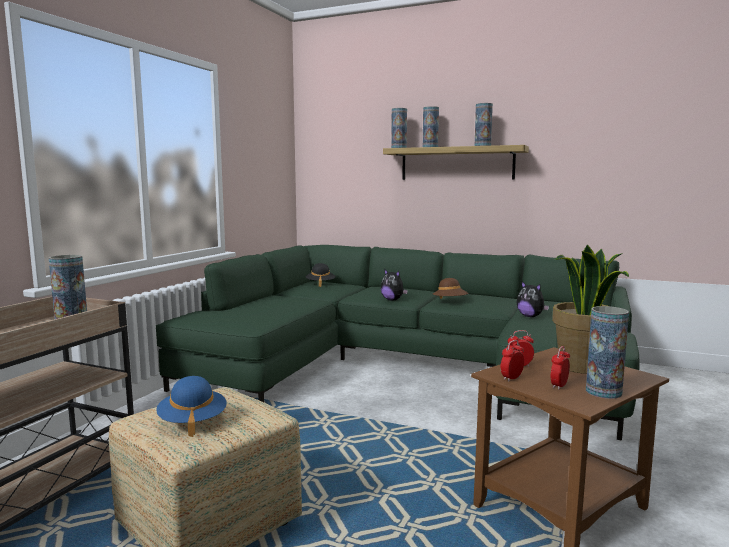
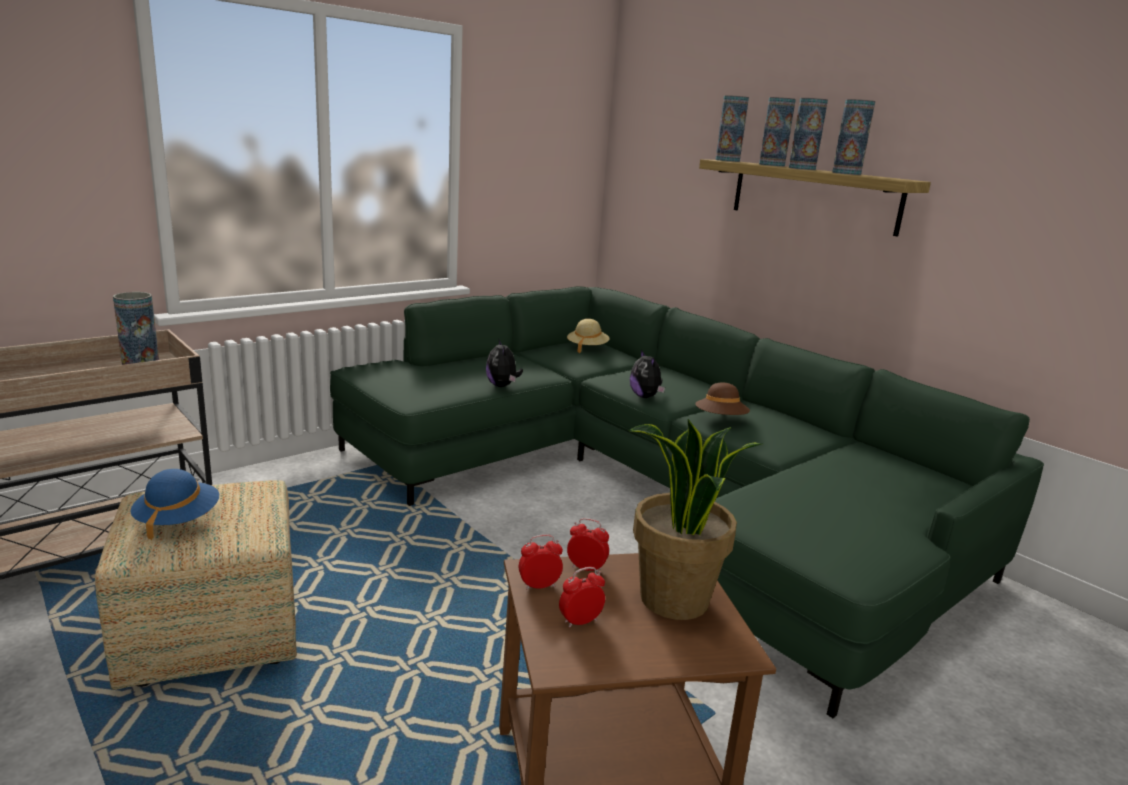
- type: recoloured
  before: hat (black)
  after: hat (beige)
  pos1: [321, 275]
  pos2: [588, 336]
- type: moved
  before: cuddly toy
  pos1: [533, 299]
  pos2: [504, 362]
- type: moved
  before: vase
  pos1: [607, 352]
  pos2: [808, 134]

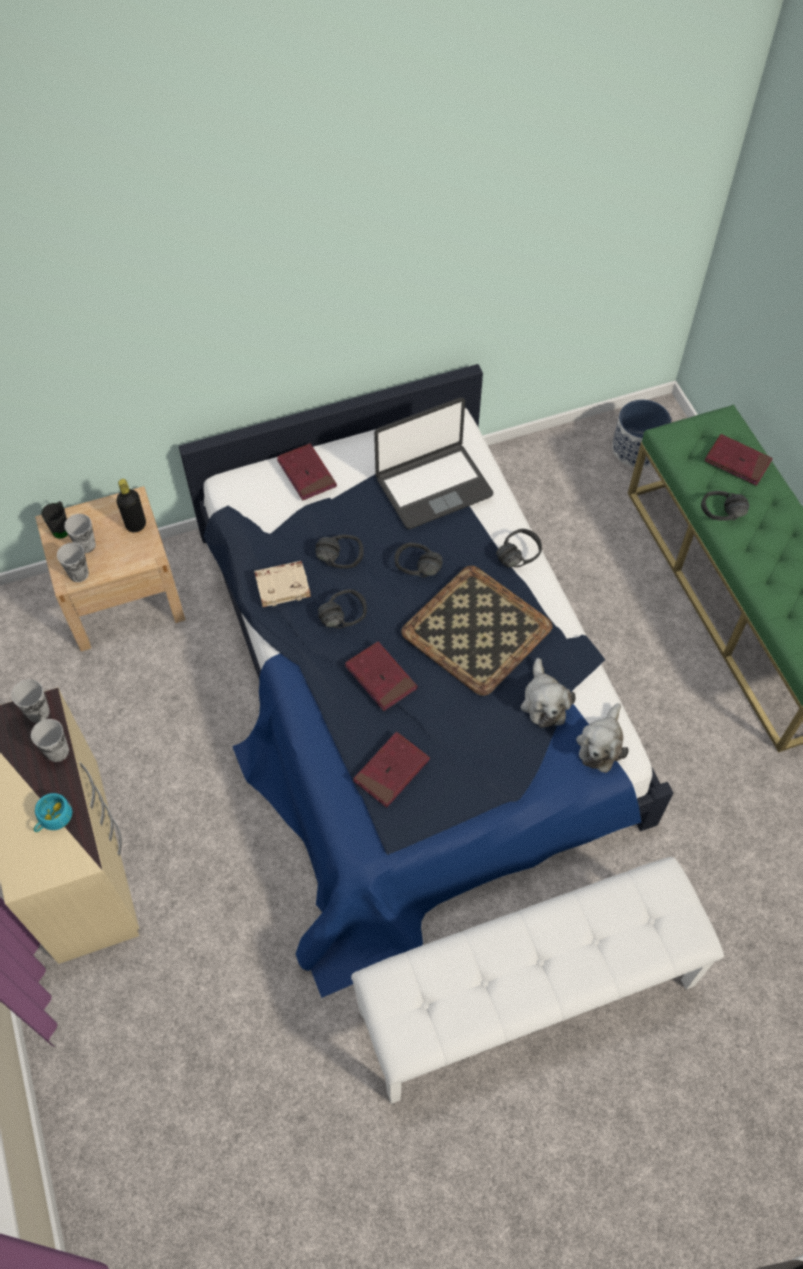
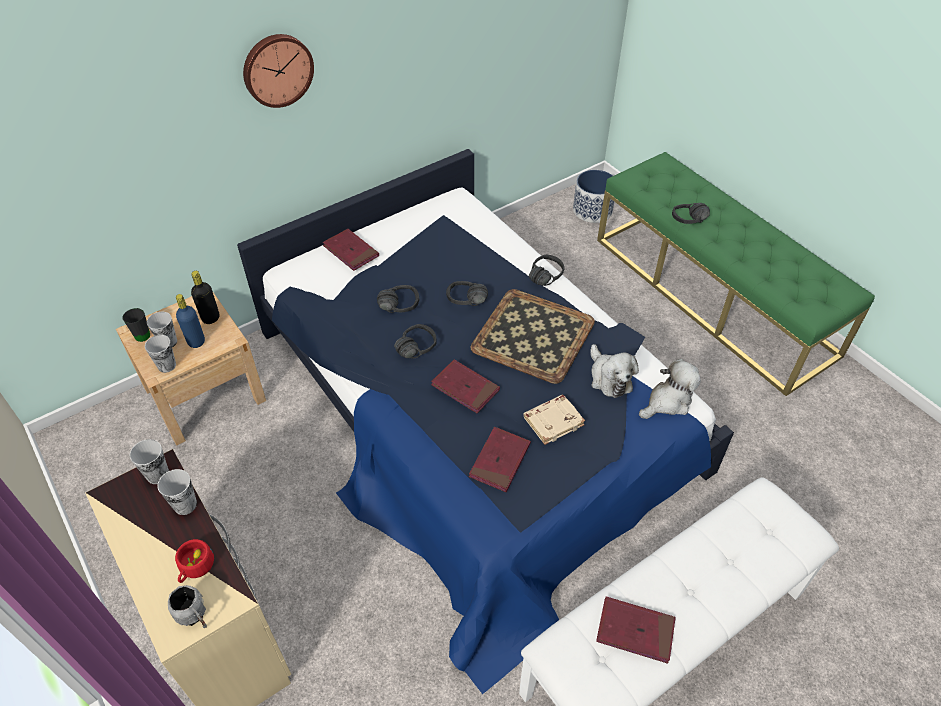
- type: recoloured
  before: small cup (turquoise)
  after: small cup (red-coloured)
  pos1: [53, 812]
  pos2: [194, 561]
- type: moved
  before: volume (beige)
  pos1: [282, 584]
  pos2: [554, 419]
- type: removed
  before: notebook computer
  pos1: [433, 463]
- type: turned
  before: cuddly toy
  pos1: [602, 738]
  pos2: [670, 389]
  turn: -135
- type: moved
  before: volume (red-coloured)
  pos1: [738, 460]
  pos2: [636, 630]
- type: added
  after: tea mug (gray)
  pos2: [187, 606]
- type: added
  after: bottle (bluish)
  pos2: [190, 321]
- type: added
  after: clock on the wall
  pos2: [278, 71]

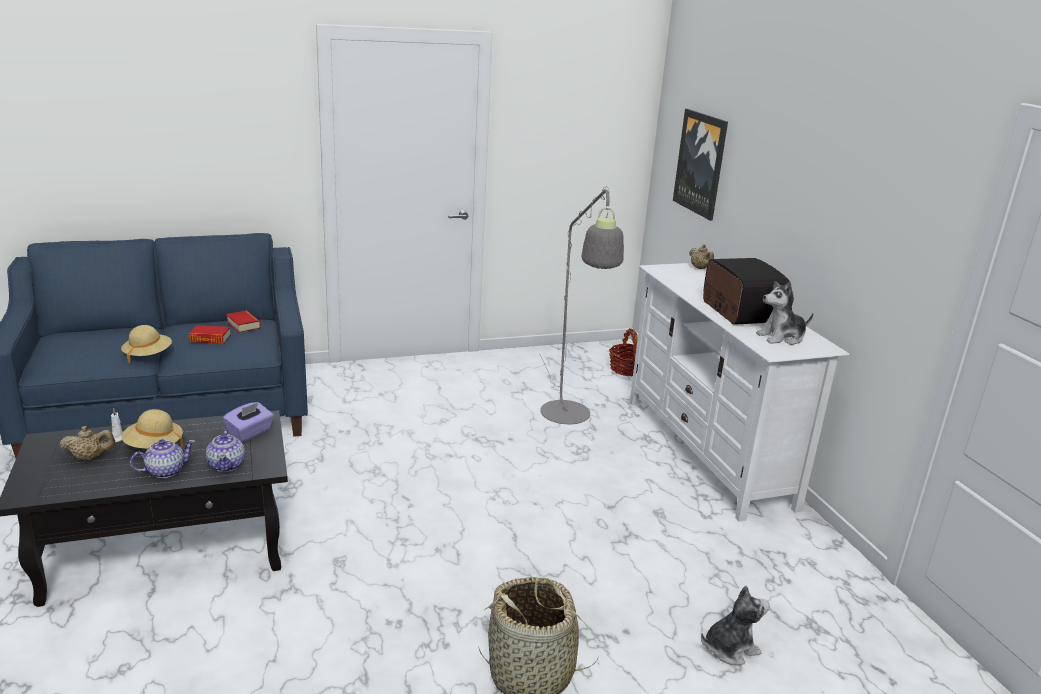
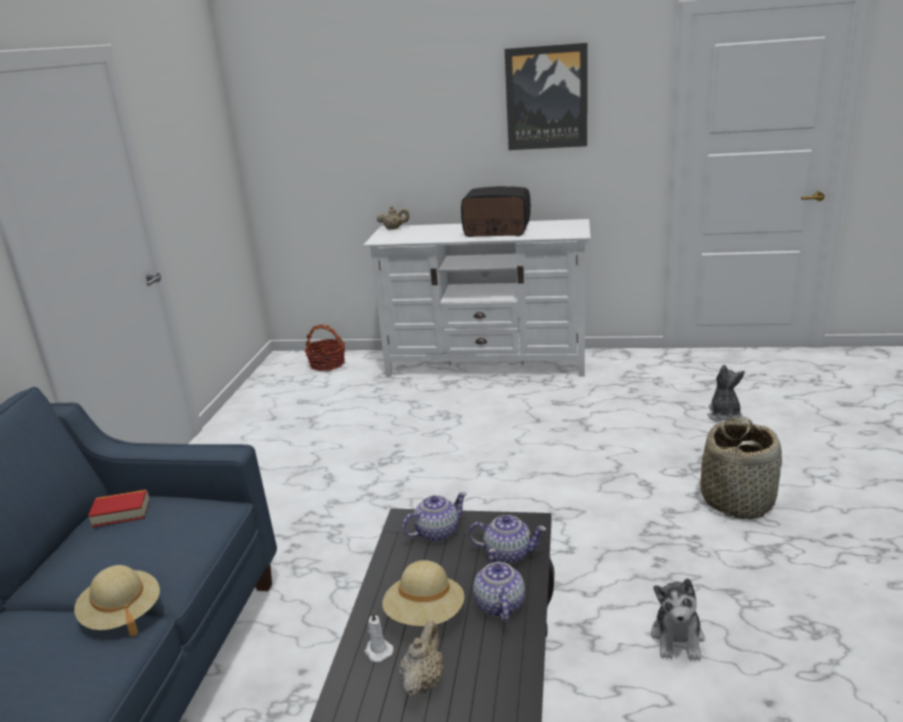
- type: removed
  before: volume
  pos1: [210, 334]
- type: replaced
  before: tissue box (purple)
  after: tea pot
  pos1: [248, 422]
  pos2: [434, 517]
- type: removed
  before: floor lamp (gray)
  pos1: [582, 305]
- type: moved
  before: picture
  pos1: [700, 165]
  pos2: [546, 96]
- type: moved
  before: cuddly toy
  pos1: [785, 313]
  pos2: [678, 619]

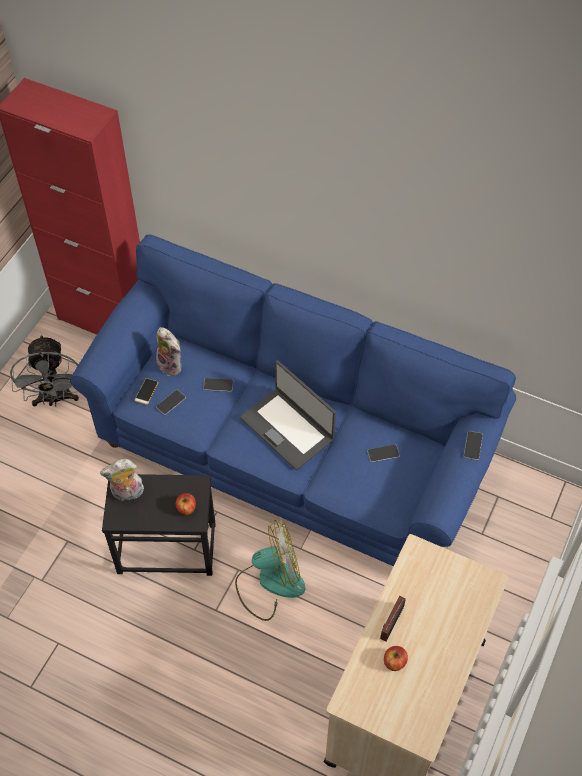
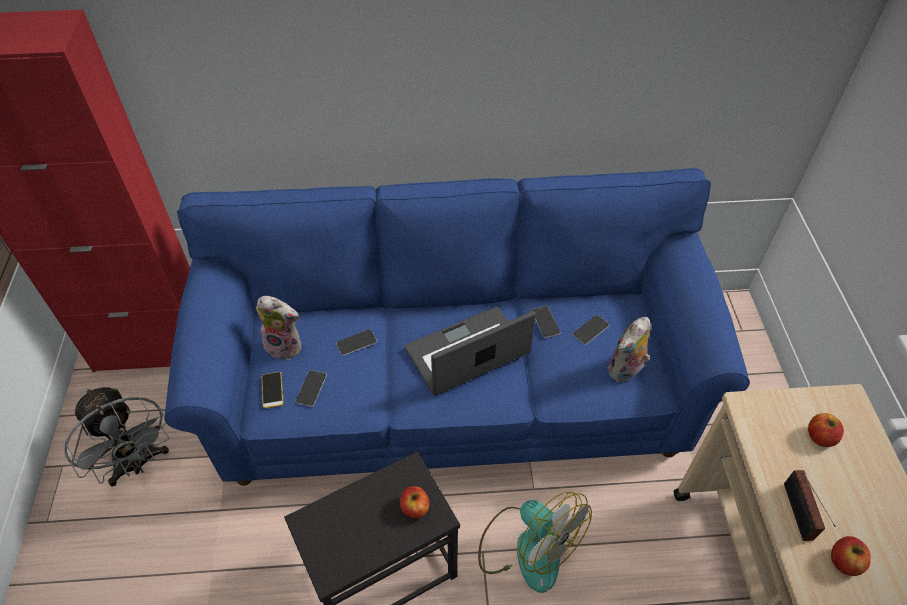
- type: moved
  before: cuddly toy
  pos1: [122, 480]
  pos2: [629, 350]
- type: turned
  before: electric fan
  pos1: [270, 570]
  pos2: [535, 542]
  turn: 90
- type: turned
  before: notebook computer
  pos1: [288, 415]
  pos2: [470, 350]
  turn: 135
- type: moved
  before: phone
  pos1: [473, 445]
  pos2: [546, 322]
- type: added
  after: apple
  pos2: [826, 430]

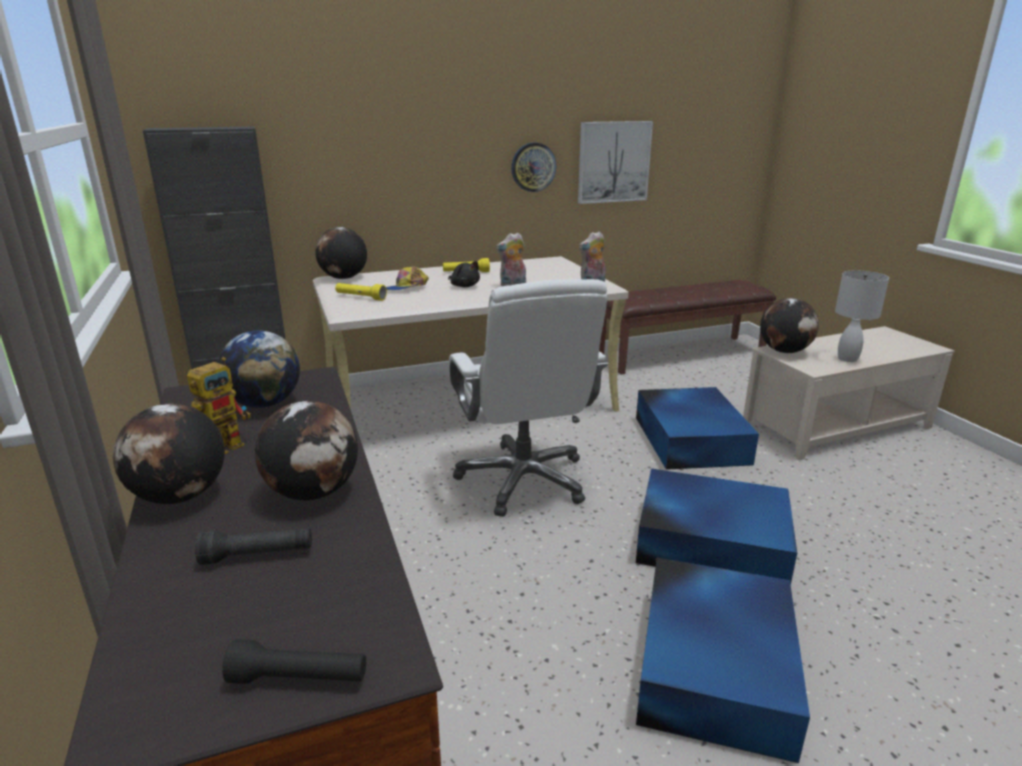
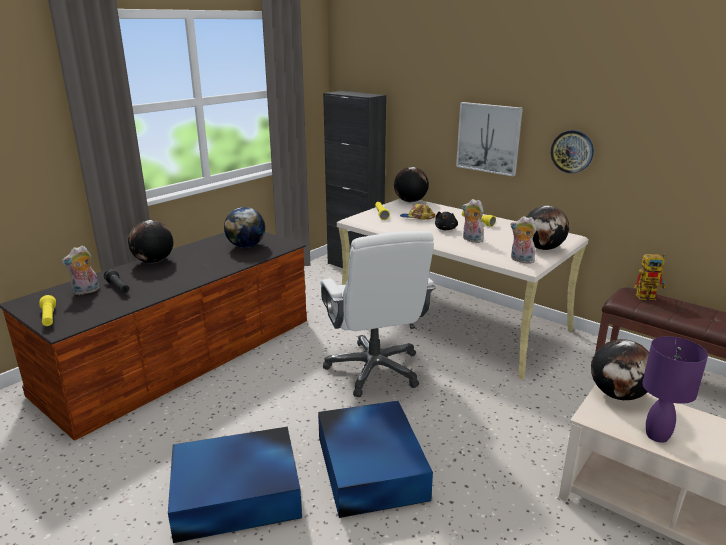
- type: moved
  before: robot figure
  pos1: [219, 405]
  pos2: [650, 277]
- type: recoloured
  before: hand torch (black)
  after: hand torch (yellow-coloured)
  pos1: [294, 661]
  pos2: [47, 310]
- type: moved
  before: desk globe
  pos1: [306, 451]
  pos2: [548, 227]
- type: turned
  before: desk chair (white)
  pos1: [529, 398]
  pos2: [378, 314]
  turn: -60
- type: moved
  before: picture
  pos1: [615, 162]
  pos2: [489, 139]
- type: removed
  before: storage bin (bluish)
  pos1: [697, 428]
- type: recoloured
  before: lamp for a table (white)
  after: lamp for a table (purple)
  pos1: [862, 316]
  pos2: [675, 389]
- type: added
  after: cuddly toy
  pos2: [80, 270]

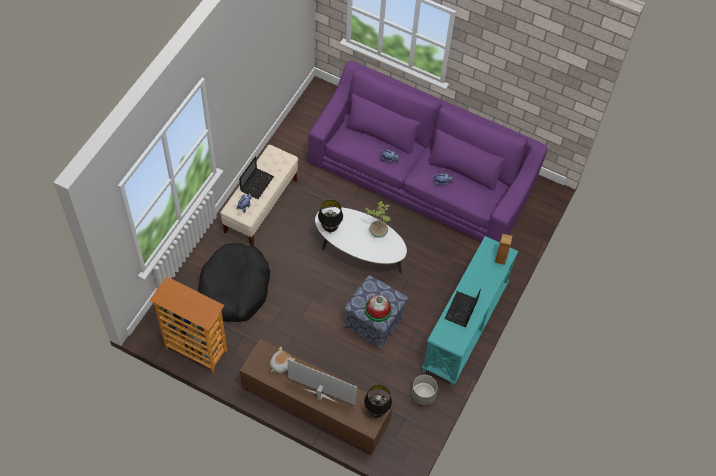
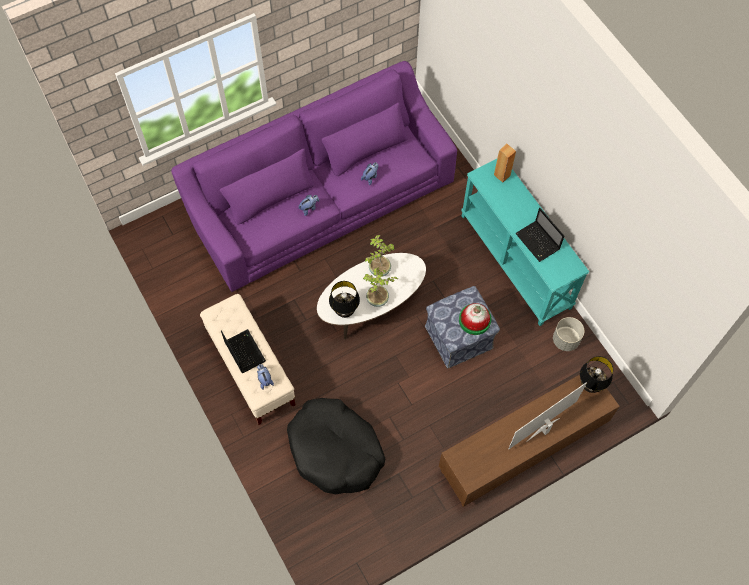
- type: removed
  before: bookcase
  pos1: [188, 324]
- type: removed
  before: cuddly toy
  pos1: [282, 359]
- type: added
  after: potted plant
  pos2: [380, 287]

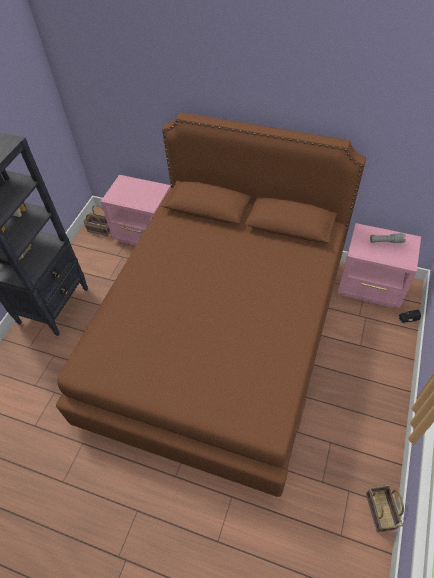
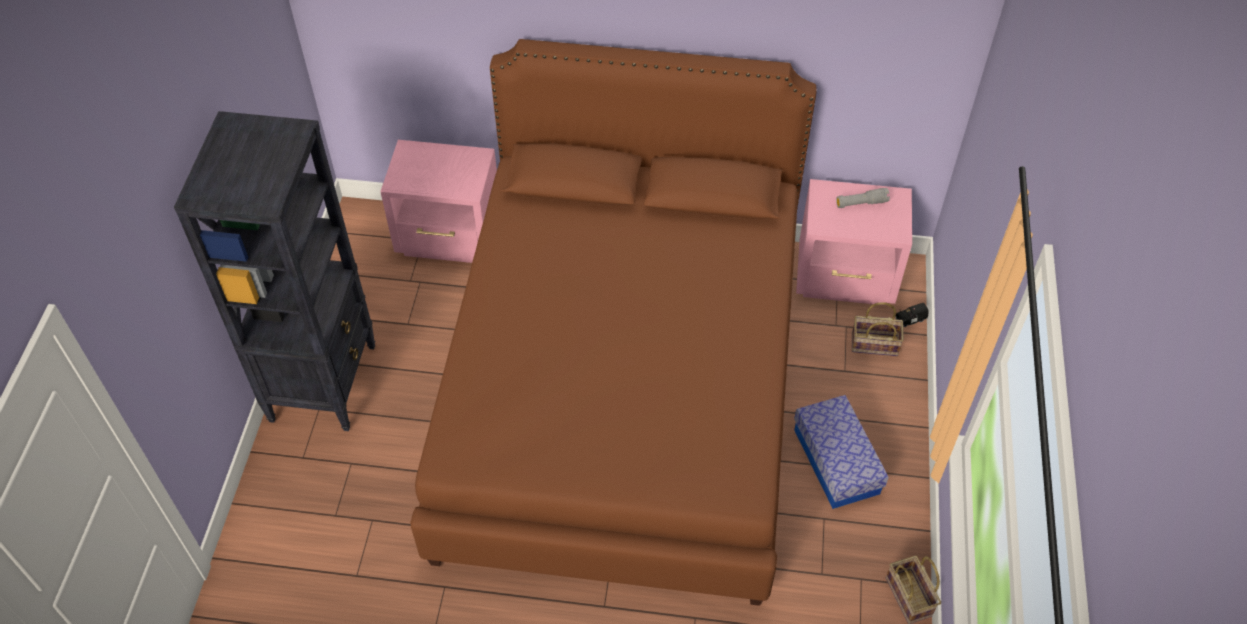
- type: moved
  before: basket
  pos1: [96, 220]
  pos2: [878, 329]
- type: added
  after: storage bin
  pos2: [841, 452]

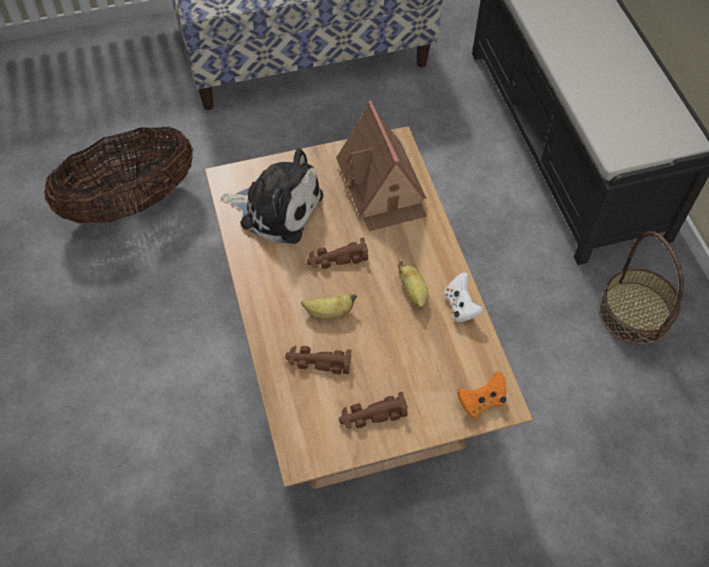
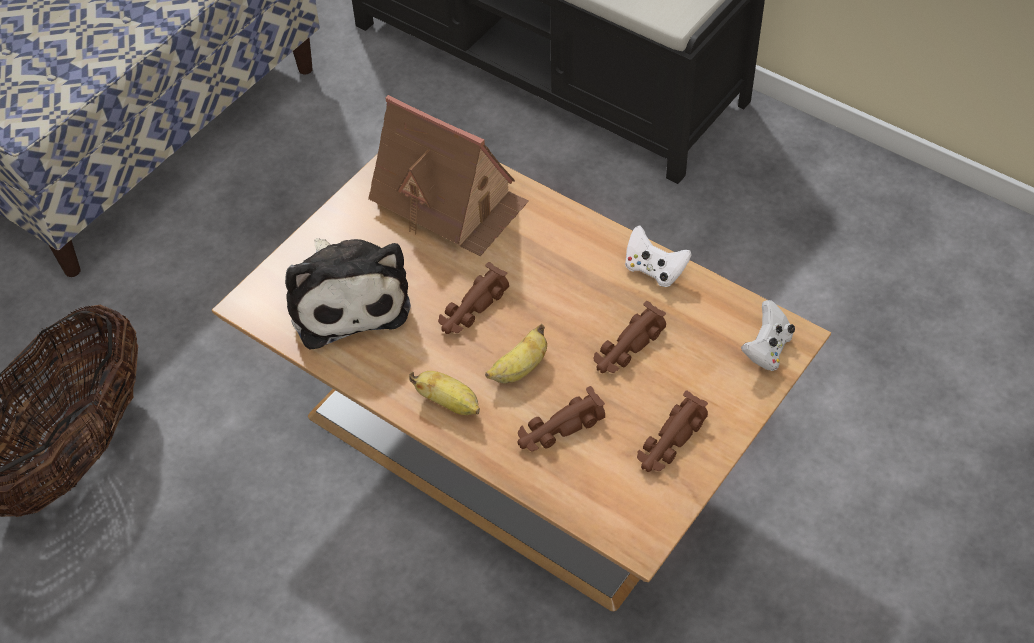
- type: turned
  before: cuddly toy
  pos1: [271, 196]
  pos2: [348, 293]
  turn: 90
- type: moved
  before: whole banana
  pos1: [413, 285]
  pos2: [444, 393]
- type: recoloured
  before: joypad (orangey)
  after: joypad (white)
  pos1: [482, 394]
  pos2: [768, 335]
- type: removed
  before: basket
  pos1: [641, 288]
- type: added
  after: toy car (brown-coloured)
  pos2: [629, 337]

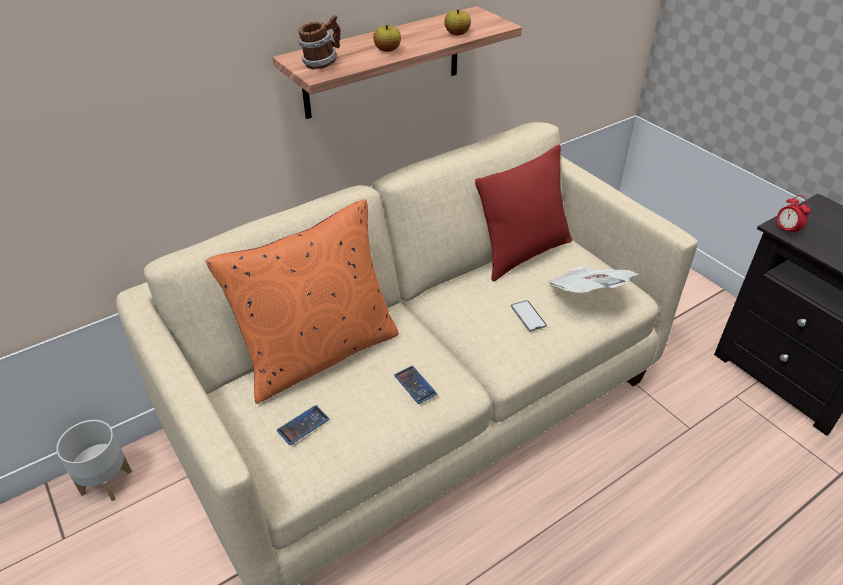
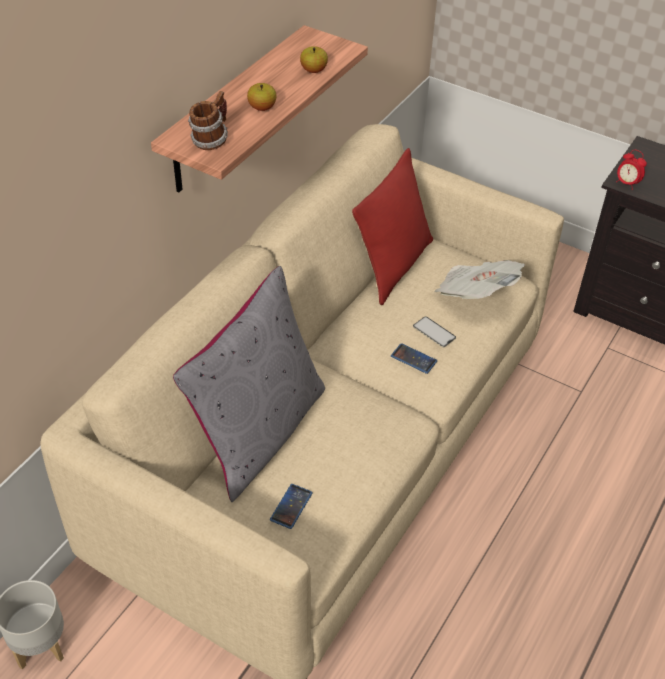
- type: recoloured
  before: pillow (orangey)
  after: pillow (gray)
  pos1: [302, 301]
  pos2: [249, 384]
- type: moved
  before: phone
  pos1: [415, 385]
  pos2: [414, 358]

